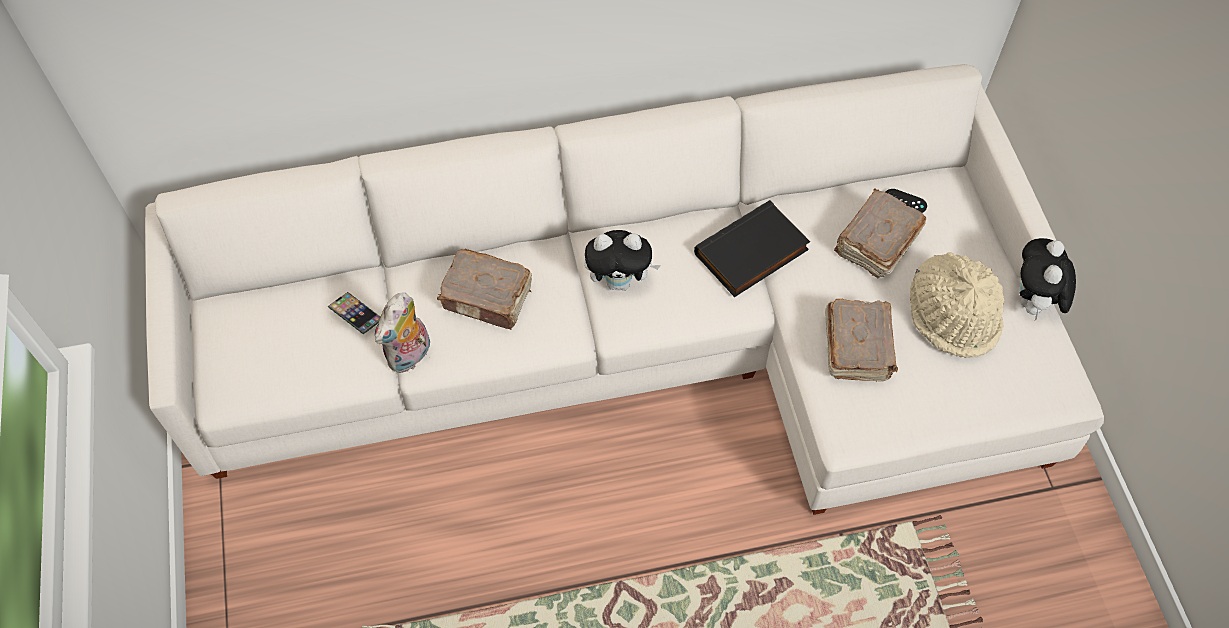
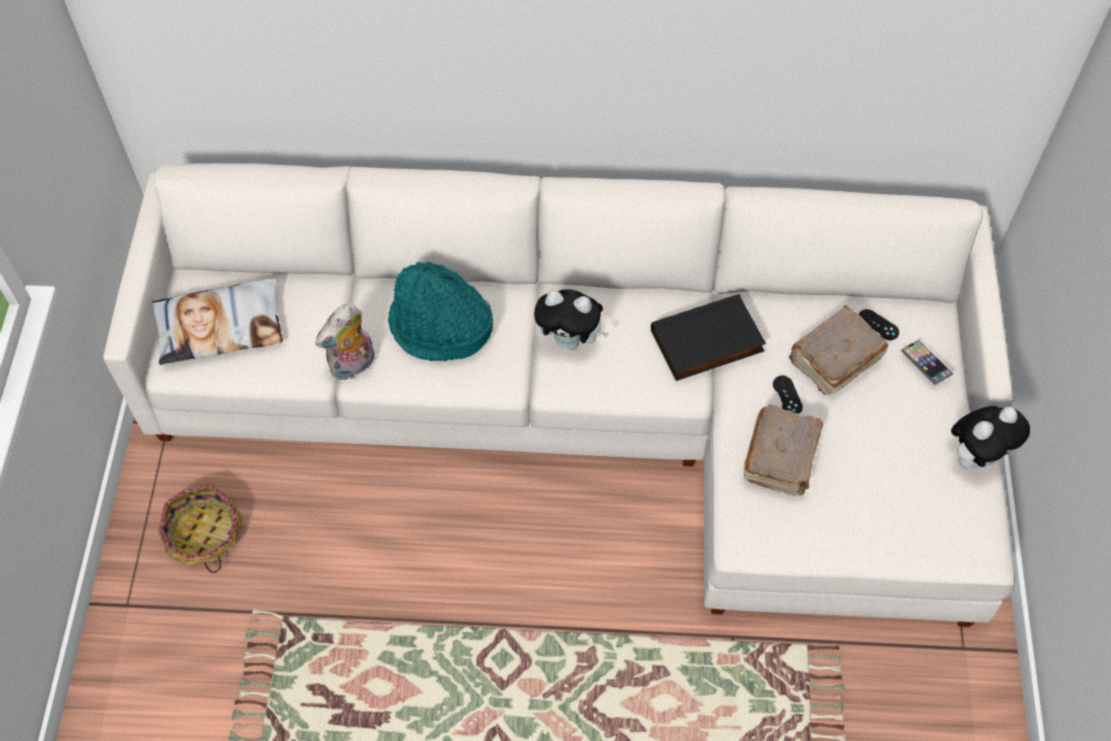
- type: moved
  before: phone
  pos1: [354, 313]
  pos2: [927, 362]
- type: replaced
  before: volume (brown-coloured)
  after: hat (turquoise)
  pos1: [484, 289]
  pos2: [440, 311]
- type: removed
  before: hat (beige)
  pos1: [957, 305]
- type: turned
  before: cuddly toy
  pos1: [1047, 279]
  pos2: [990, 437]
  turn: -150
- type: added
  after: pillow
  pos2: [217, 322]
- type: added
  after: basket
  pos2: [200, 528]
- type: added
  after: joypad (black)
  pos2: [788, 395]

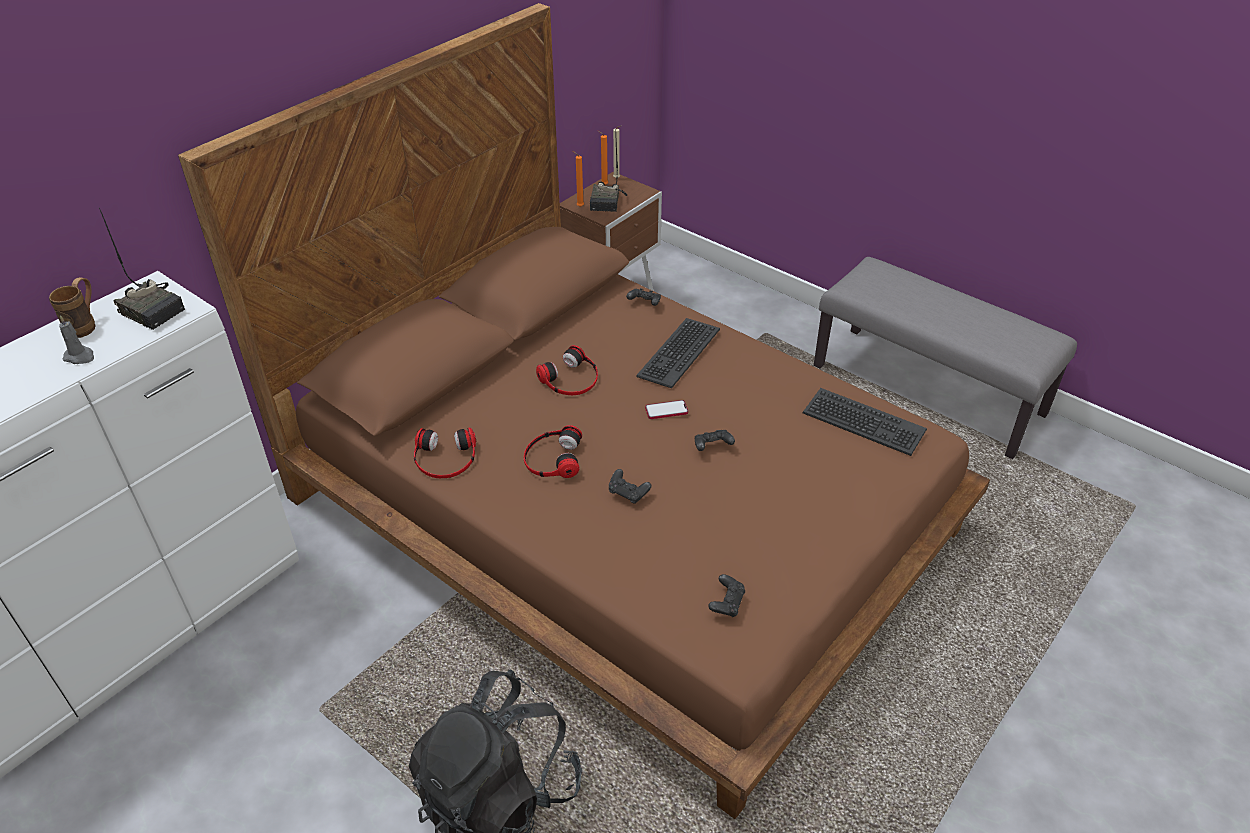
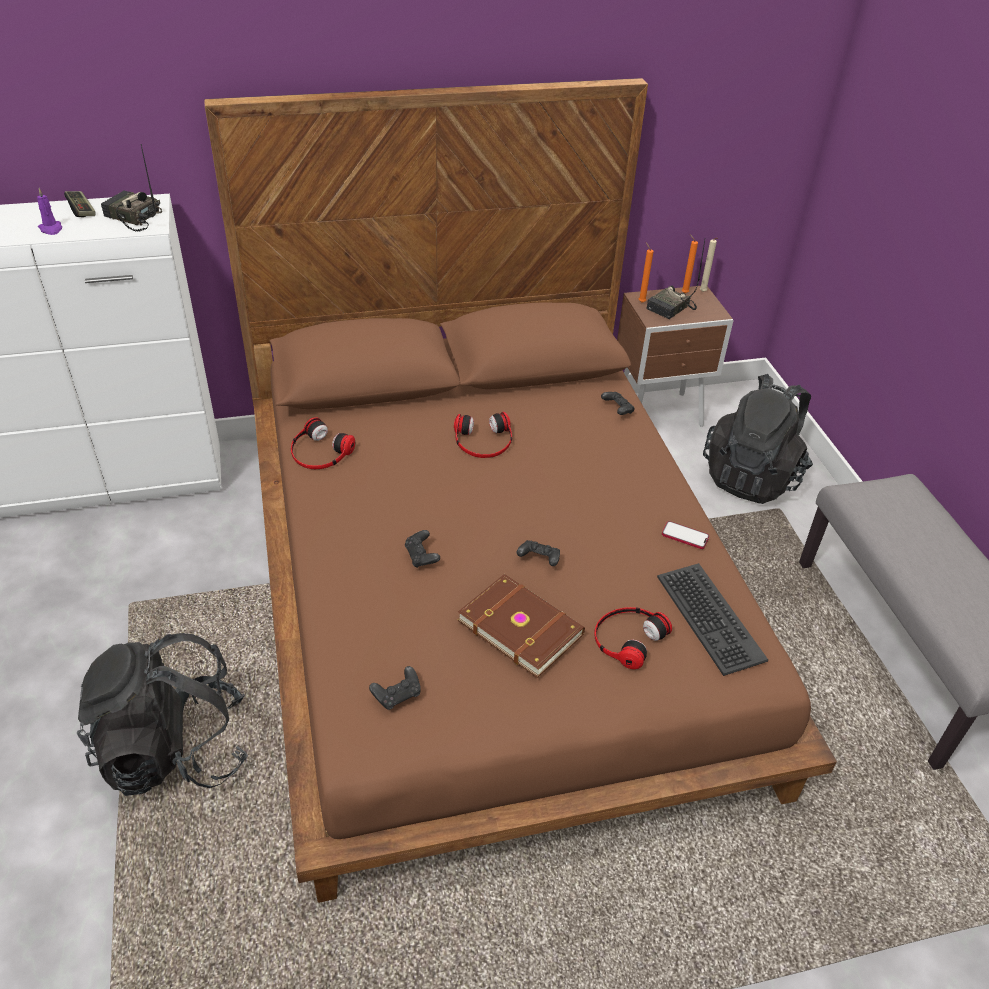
- type: replaced
  before: tea mug (brown-coloured)
  after: joypad
  pos1: [72, 307]
  pos2: [80, 204]
- type: recoloured
  before: wax candle (gray)
  after: wax candle (purple)
  pos1: [76, 339]
  pos2: [49, 211]
- type: turned
  before: radio
  pos1: [142, 269]
  pos2: [131, 188]
  turn: 135
- type: moved
  before: headset
  pos1: [553, 451]
  pos2: [633, 638]
- type: removed
  before: keyboard
  pos1: [678, 353]
- type: moved
  before: phone
  pos1: [666, 409]
  pos2: [685, 535]
- type: added
  after: volume (brown-coloured)
  pos2: [521, 626]
- type: added
  after: knapsack (black)
  pos2: [758, 439]

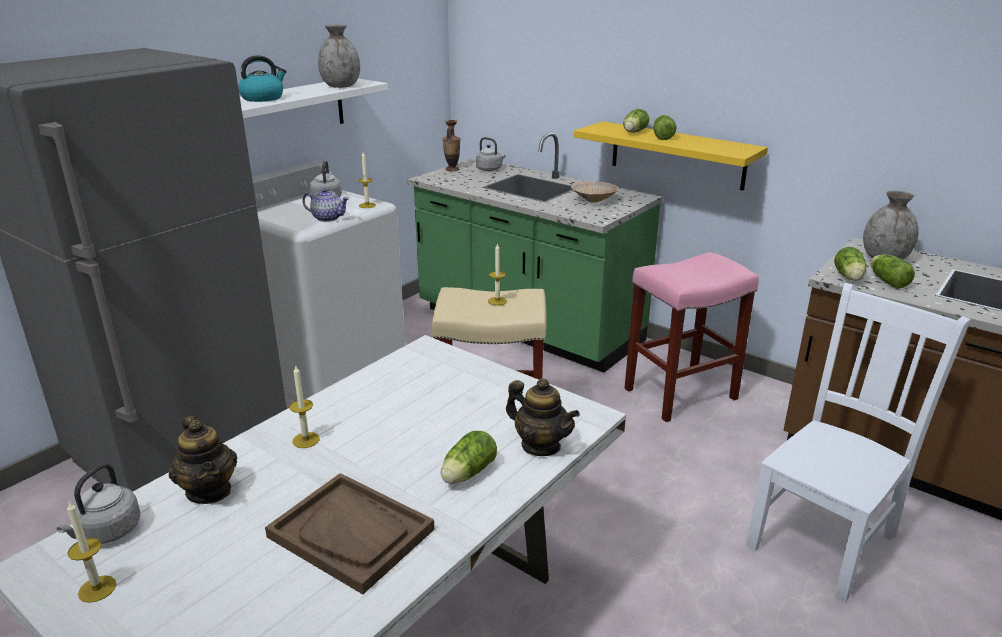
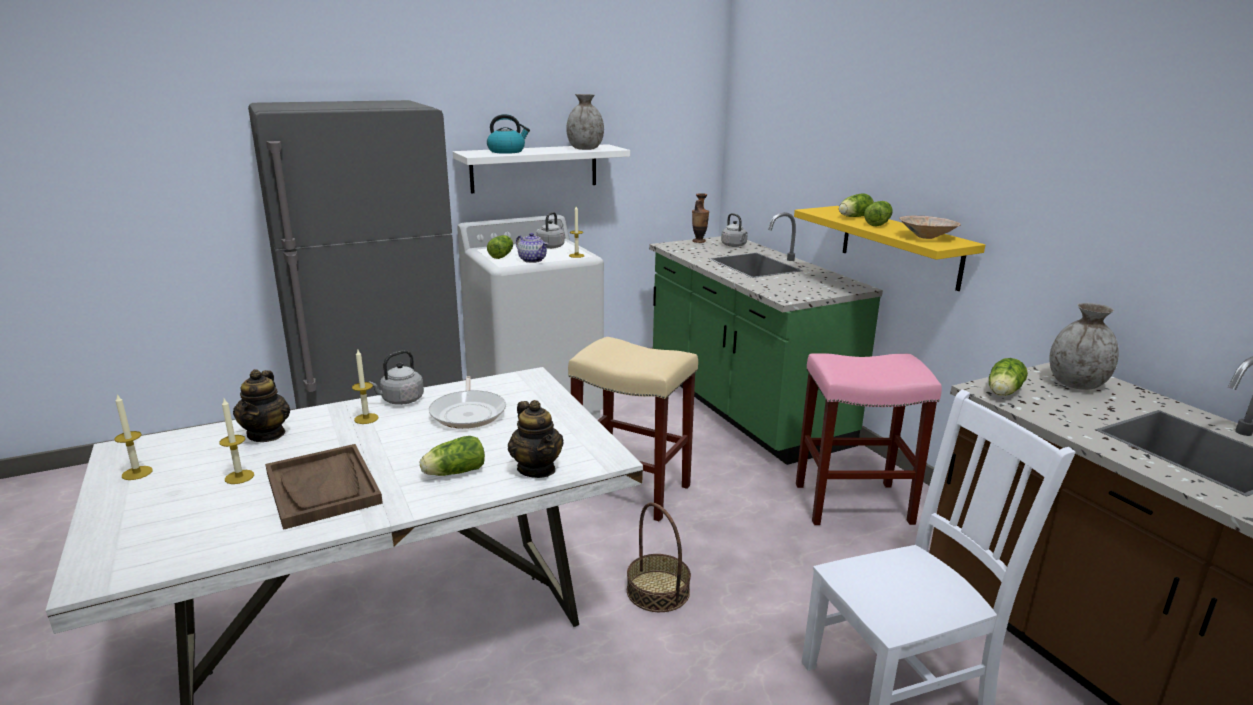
- type: moved
  before: kettle (gray)
  pos1: [98, 503]
  pos2: [396, 377]
- type: moved
  before: wax candle
  pos1: [497, 274]
  pos2: [236, 441]
- type: moved
  before: serving bowl (beige)
  pos1: [595, 191]
  pos2: [930, 227]
- type: moved
  before: lettuce
  pos1: [892, 271]
  pos2: [500, 247]
- type: added
  after: skillet
  pos2: [467, 402]
- type: added
  after: basket
  pos2: [659, 557]

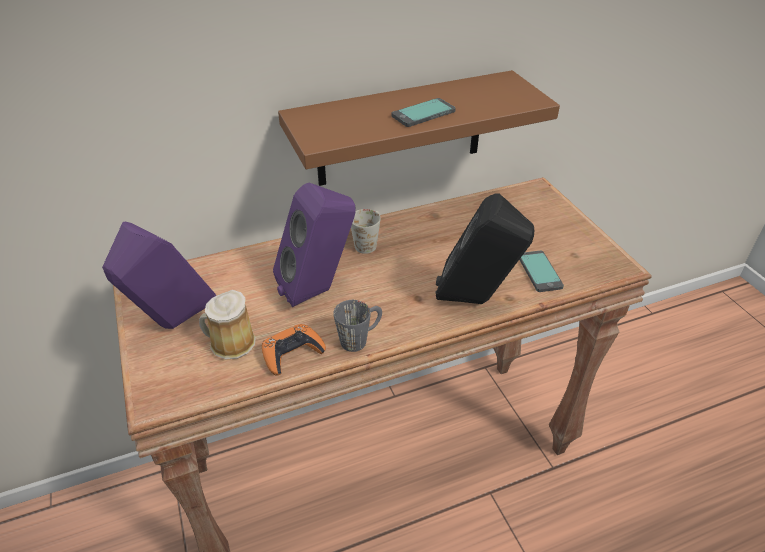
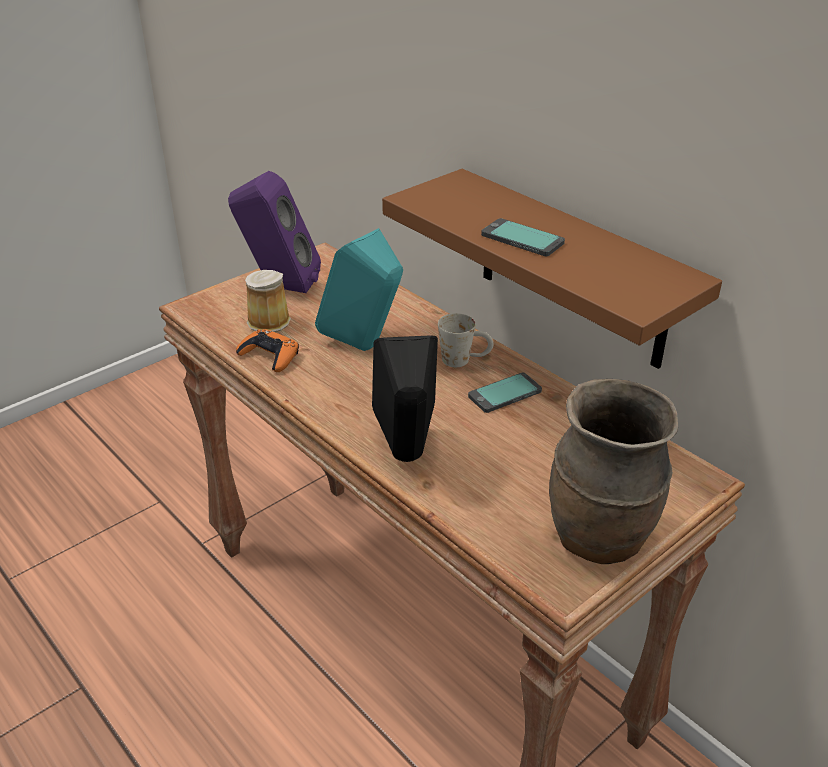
- type: recoloured
  before: audio speaker (purple)
  after: audio speaker (turquoise)
  pos1: [314, 245]
  pos2: [359, 289]
- type: removed
  before: tea mug (gray)
  pos1: [357, 326]
- type: moved
  before: phone
  pos1: [541, 271]
  pos2: [505, 393]
- type: added
  after: vase (brown-coloured)
  pos2: [613, 471]

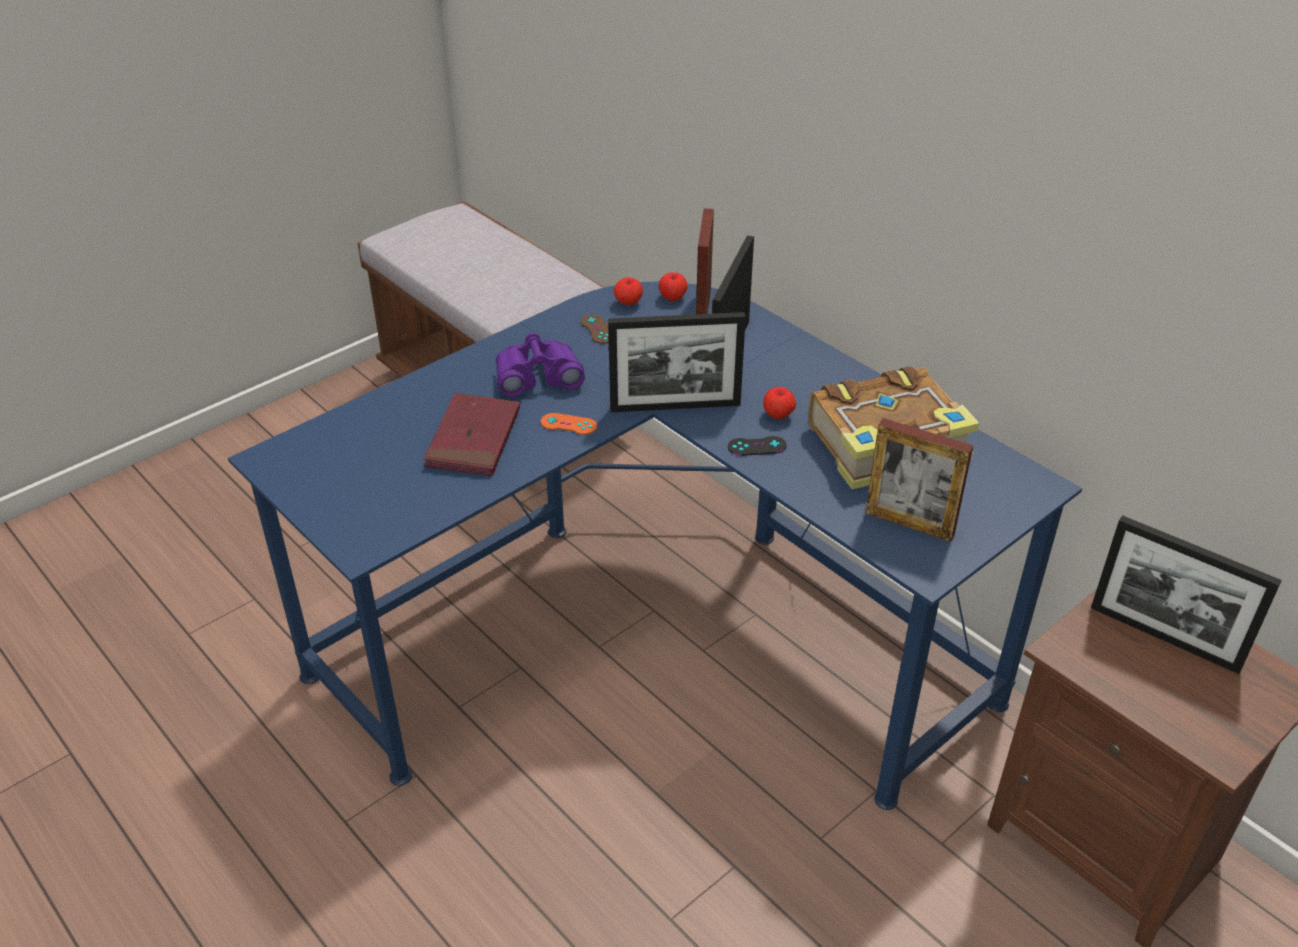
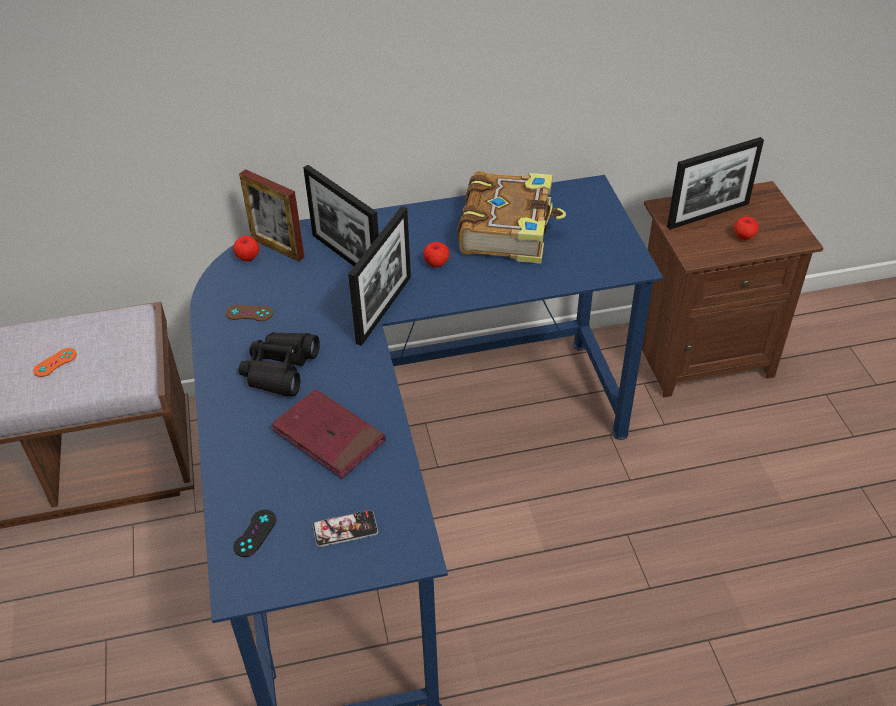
- type: recoloured
  before: binoculars (purple)
  after: binoculars (black)
  pos1: [540, 365]
  pos2: [279, 364]
- type: moved
  before: joypad (orangey)
  pos1: [569, 424]
  pos2: [55, 362]
- type: moved
  before: apple
  pos1: [628, 291]
  pos2: [746, 228]
- type: moved
  before: joypad (black)
  pos1: [757, 446]
  pos2: [254, 533]
- type: removed
  before: picture frame
  pos1: [919, 480]
- type: added
  after: phone
  pos2: [345, 528]

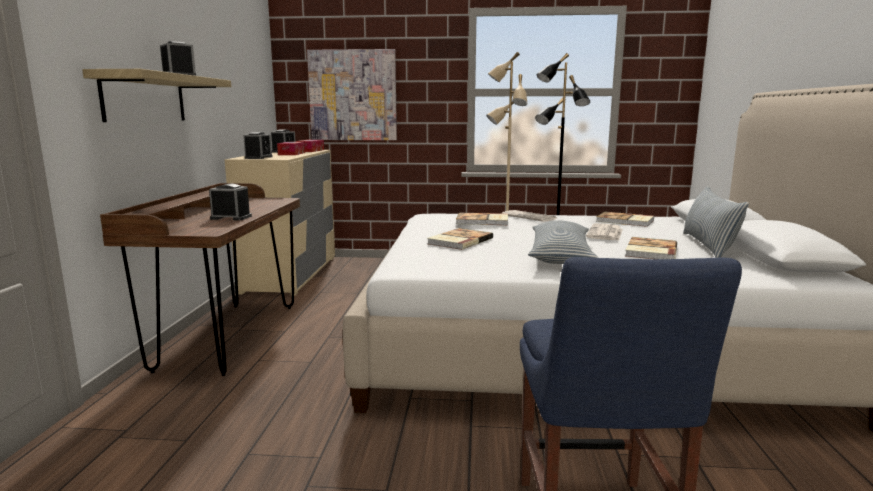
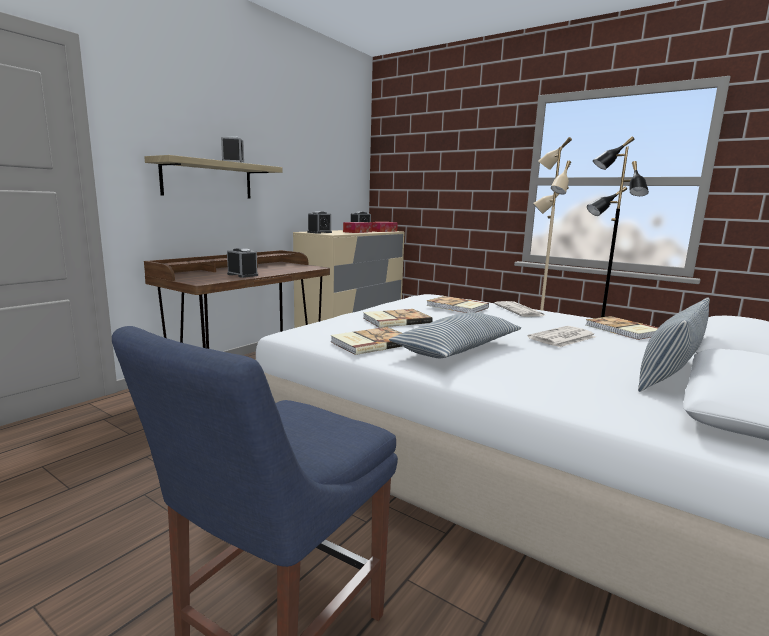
- type: removed
  before: picture
  pos1: [352, 94]
- type: moved
  before: volume
  pos1: [651, 248]
  pos2: [366, 341]

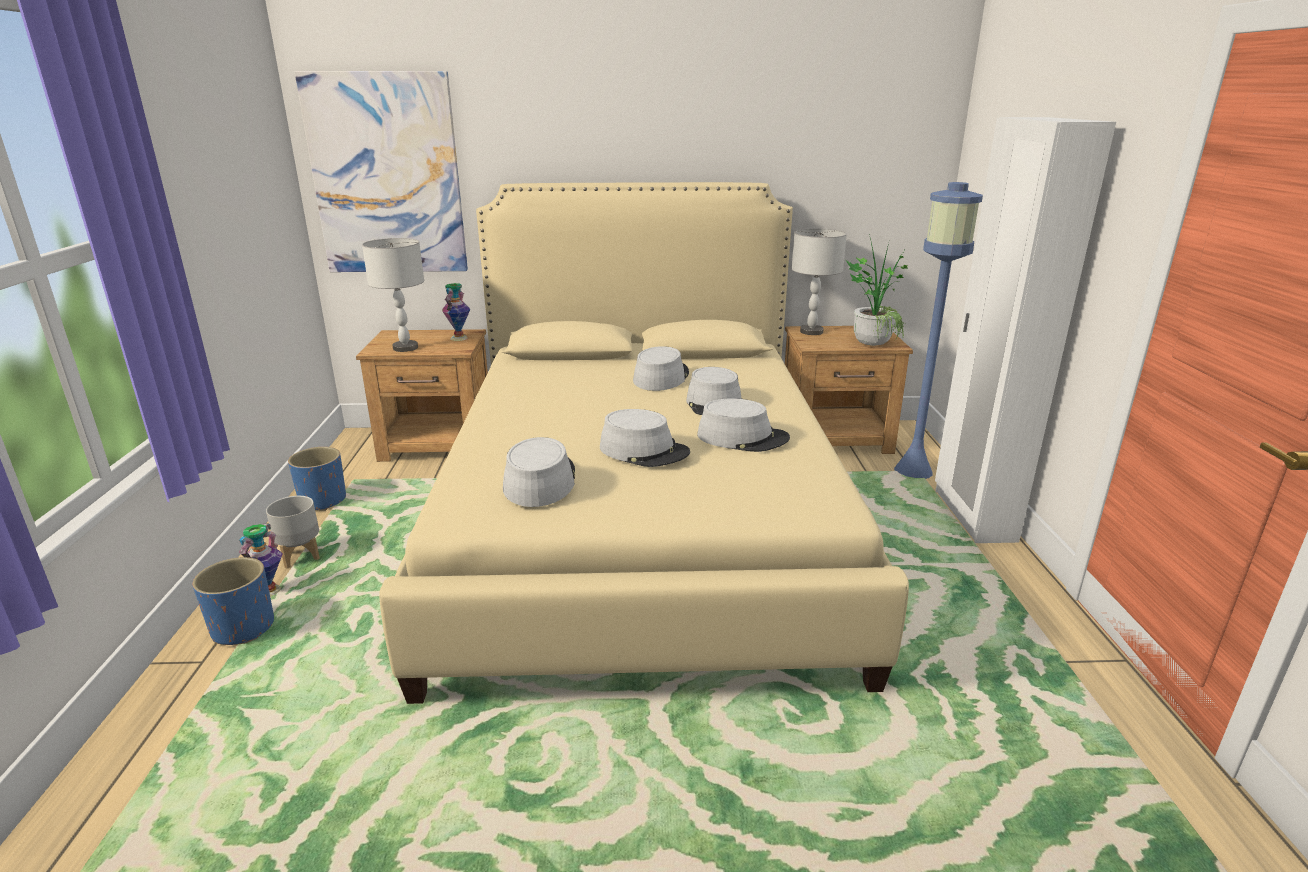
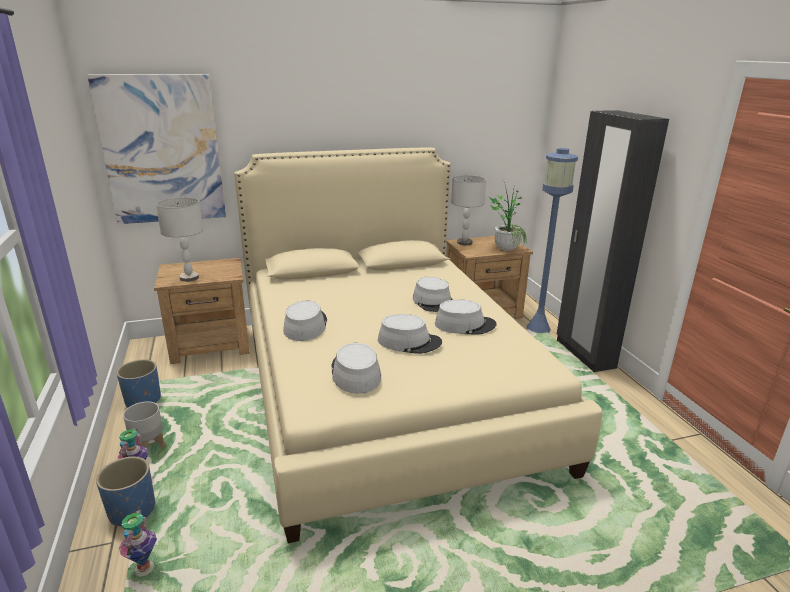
- type: moved
  before: vase
  pos1: [456, 312]
  pos2: [138, 543]
- type: moved
  before: hat (gray)
  pos1: [661, 368]
  pos2: [305, 321]
- type: recoloured
  before: armoire (white)
  after: armoire (black)
  pos1: [1025, 330]
  pos2: [613, 241]

